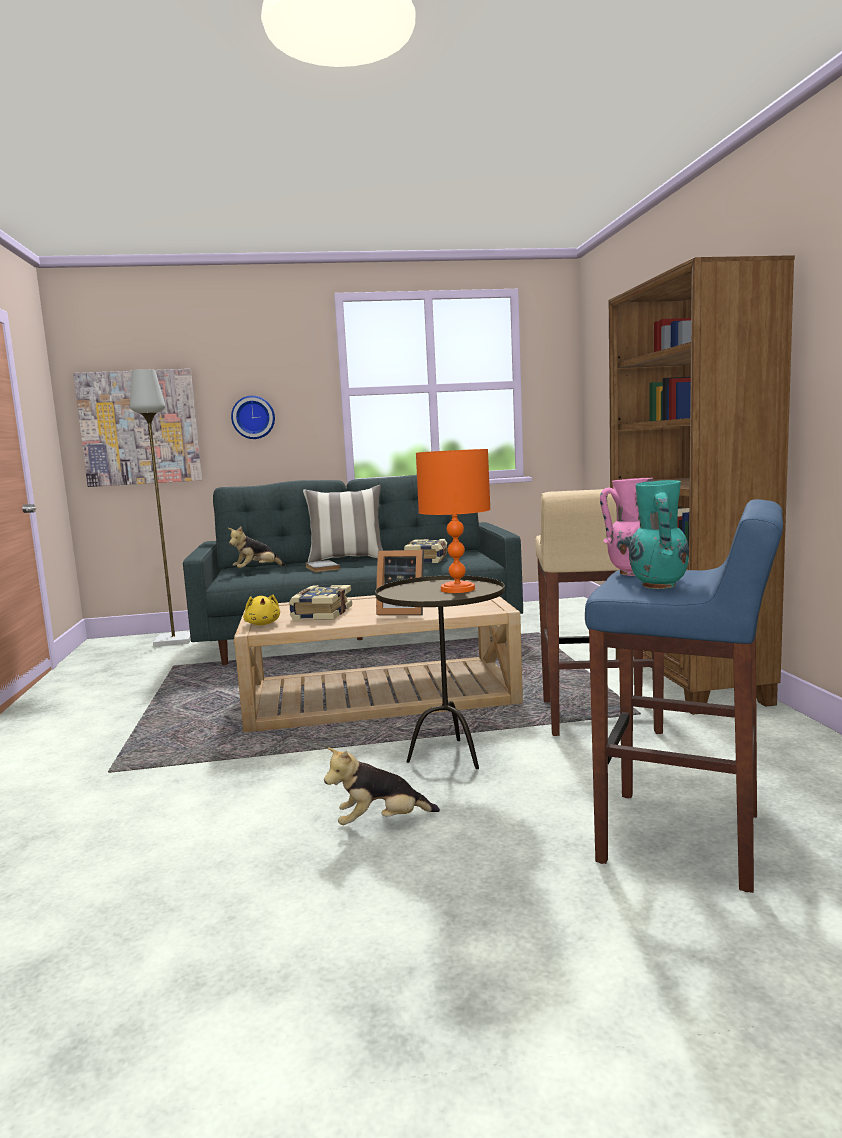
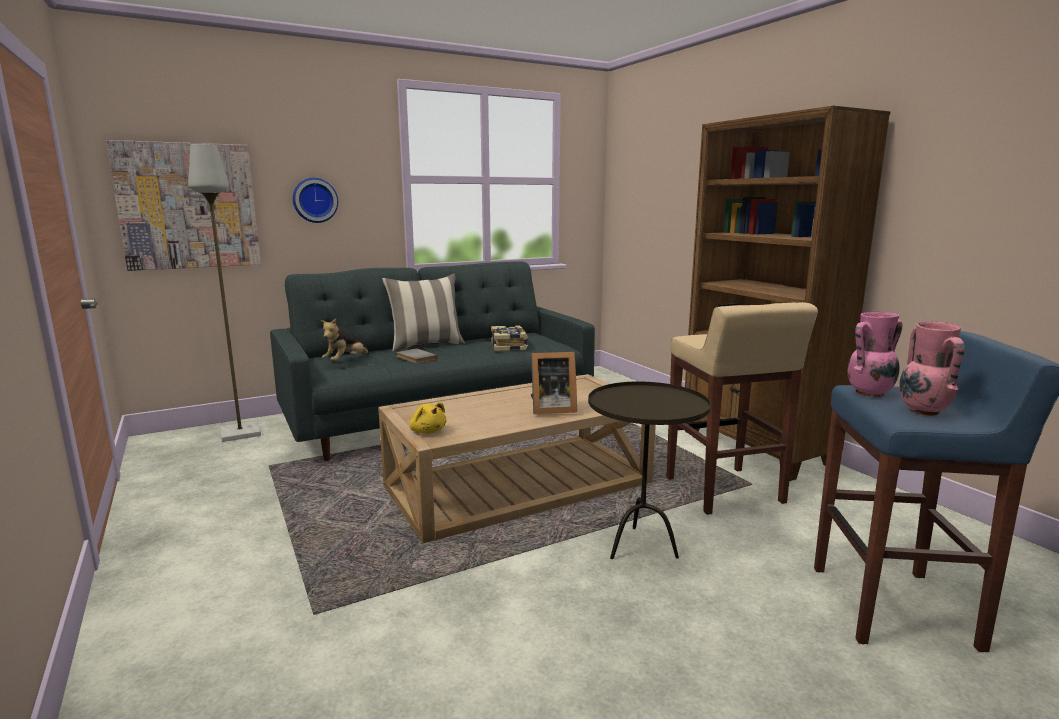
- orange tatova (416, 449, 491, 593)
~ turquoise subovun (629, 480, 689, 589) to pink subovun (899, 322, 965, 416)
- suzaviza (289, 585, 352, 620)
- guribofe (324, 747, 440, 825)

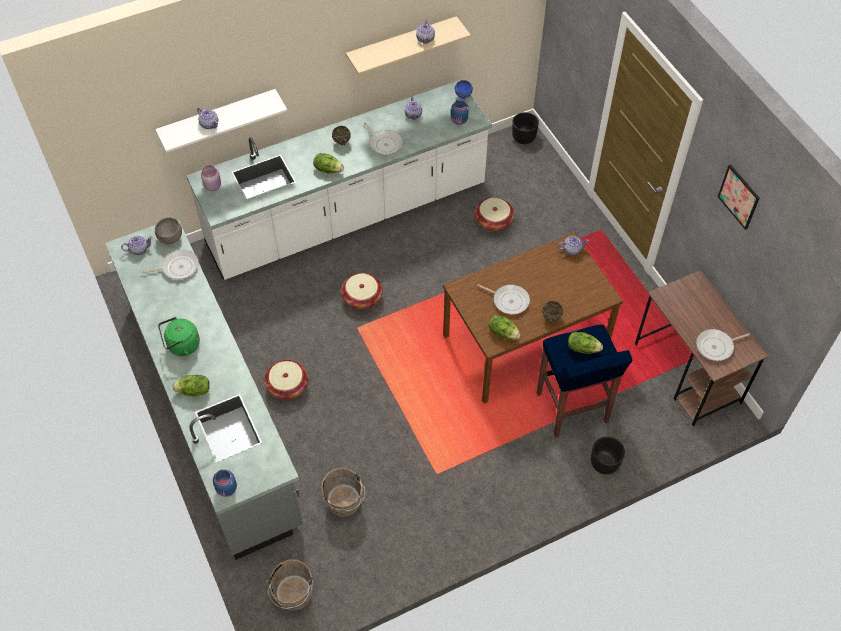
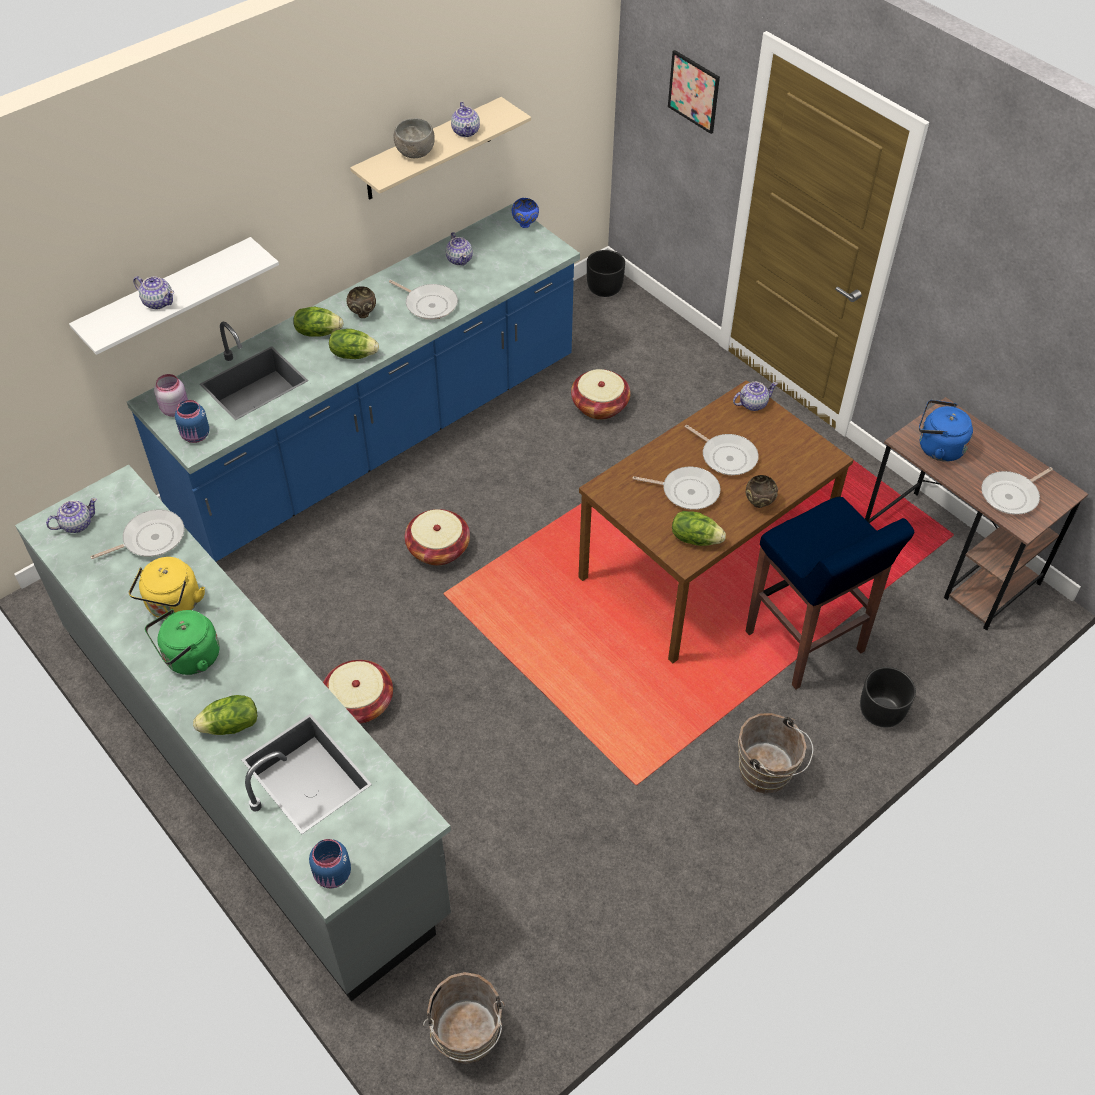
~ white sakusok (186, 80, 492, 280) to blue sakusok (127, 203, 580, 562)
~ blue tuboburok (451, 100, 469, 125) to (175, 400, 209, 443)
~ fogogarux (718, 164, 760, 230) to (668, 50, 720, 134)
~ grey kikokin (155, 217, 182, 244) to (394, 118, 435, 158)
~ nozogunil (568, 332, 603, 354) to (293, 307, 343, 337)
~ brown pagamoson (321, 468, 365, 518) to (738, 713, 813, 794)
+ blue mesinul (919, 400, 973, 462)
+ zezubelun (684, 425, 759, 475)
+ yellow mesinul (128, 557, 205, 619)

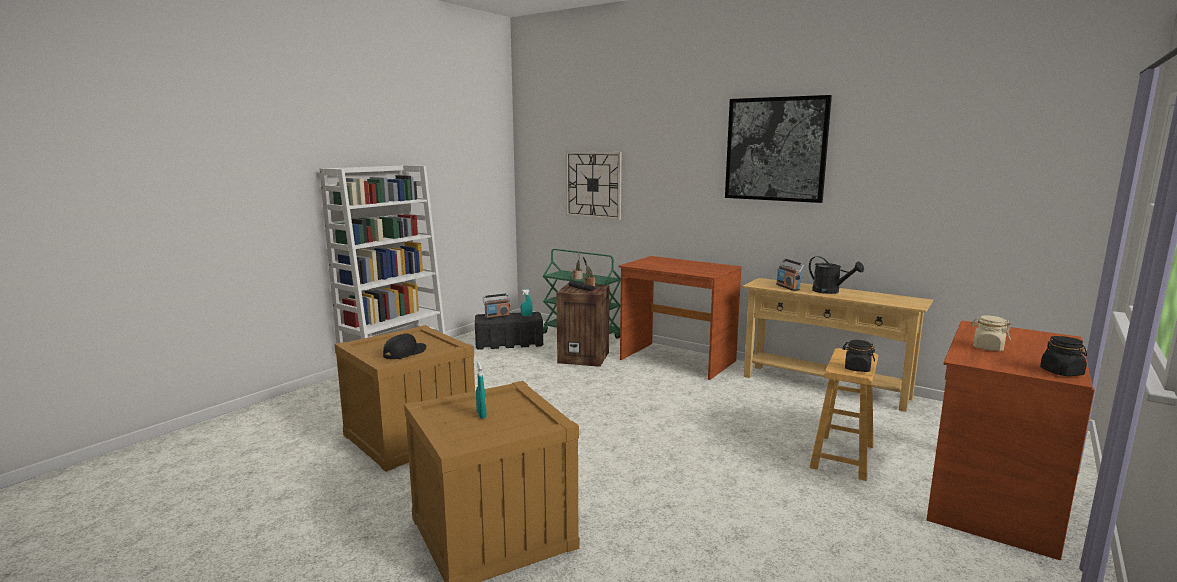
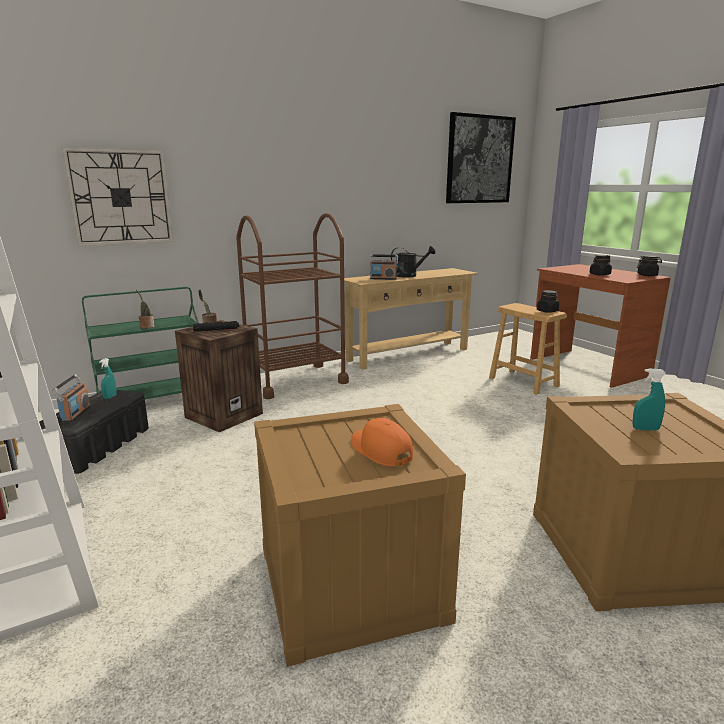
~ fogogarux (725, 95, 832, 203) to (446, 112, 516, 203)
~ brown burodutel (618, 256, 741, 380) to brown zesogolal (236, 213, 349, 399)
~ beige tuboburok (971, 315, 1011, 351) to black tuboburok (590, 255, 612, 276)
~ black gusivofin (383, 334, 426, 359) to orange gusivofin (351, 418, 413, 467)

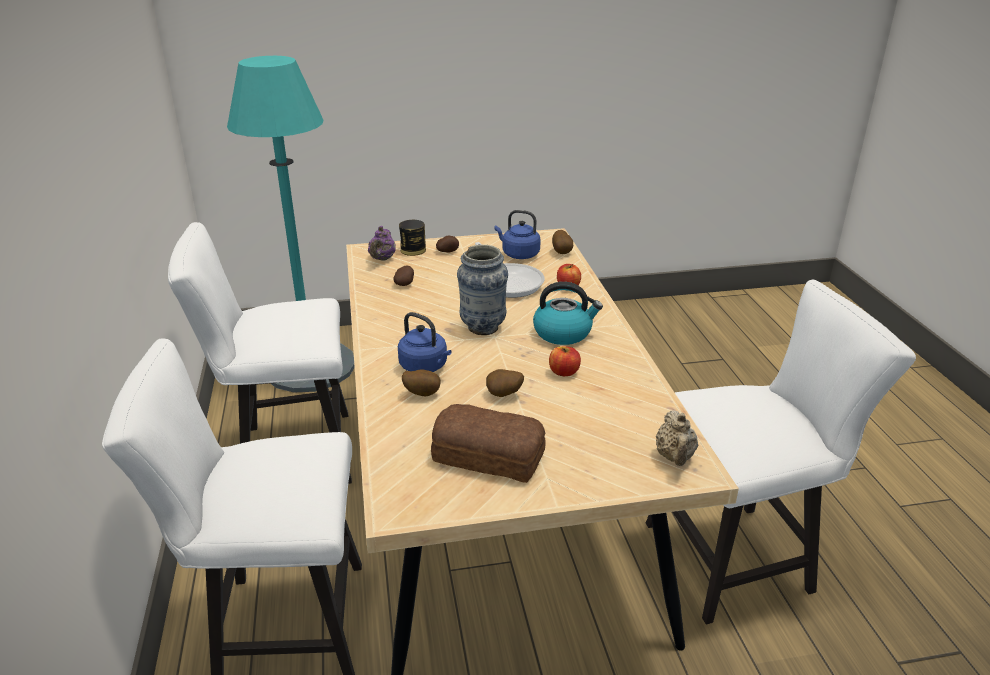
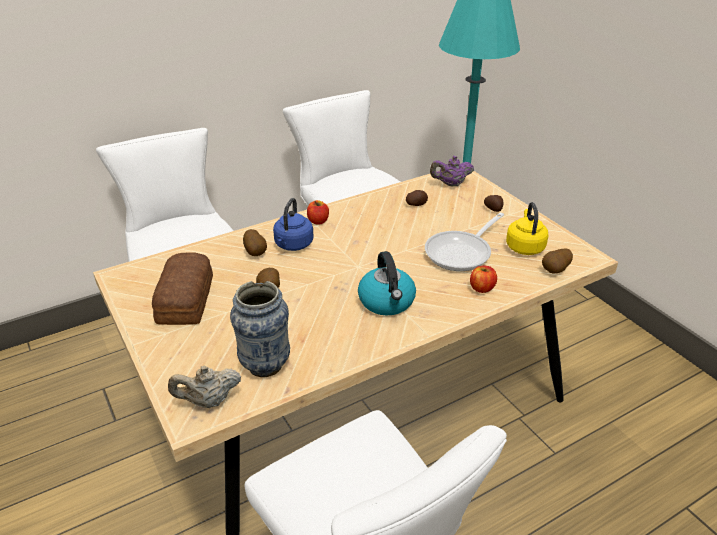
~ blue mesinul (495, 210, 541, 259) to yellow mesinul (506, 202, 548, 255)
- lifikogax (399, 220, 426, 256)
~ subovun (457, 245, 508, 335) to (230, 281, 290, 377)
~ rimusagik (549, 346, 581, 376) to (307, 200, 329, 225)

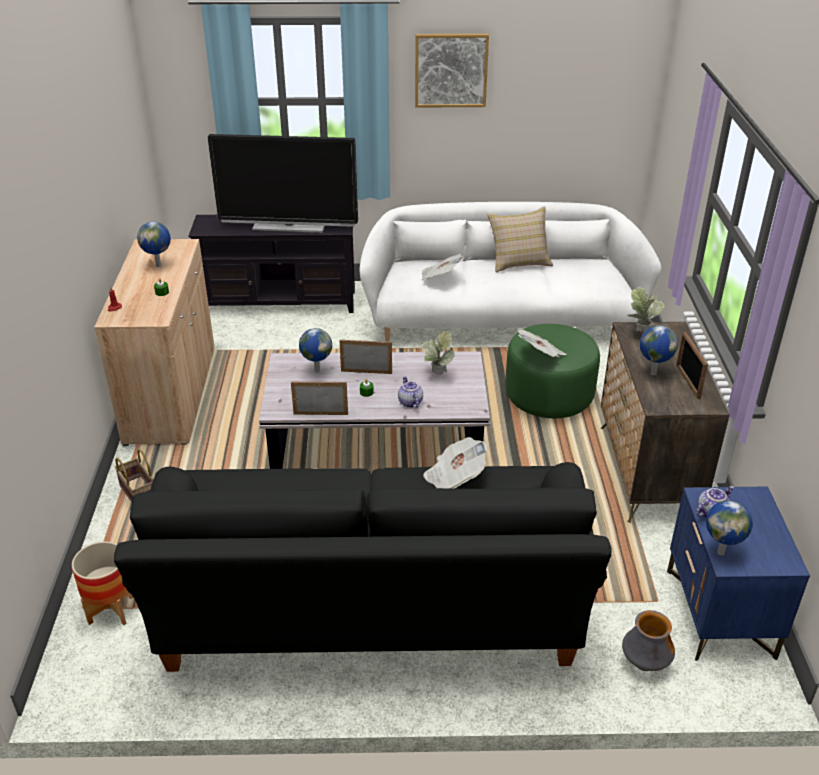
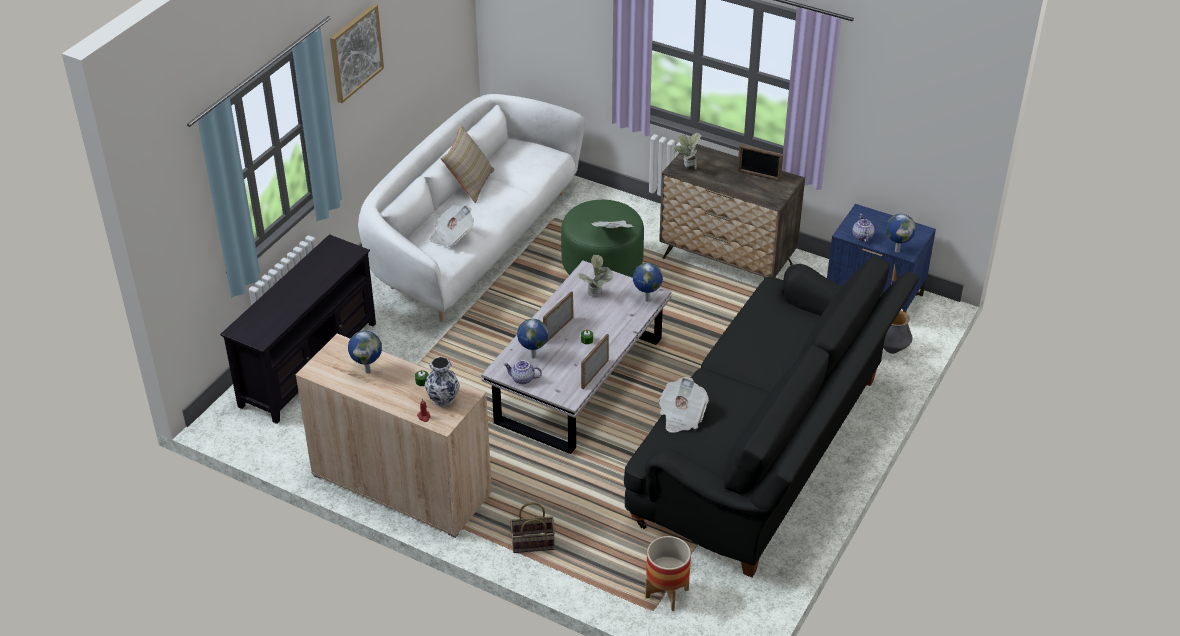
- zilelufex (208, 134, 358, 233)
~ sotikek (640, 325, 678, 375) to (633, 263, 663, 302)
~ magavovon (398, 376, 423, 408) to (503, 360, 542, 385)
~ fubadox (423, 437, 488, 489) to (658, 377, 709, 433)
+ subovun (424, 357, 460, 407)

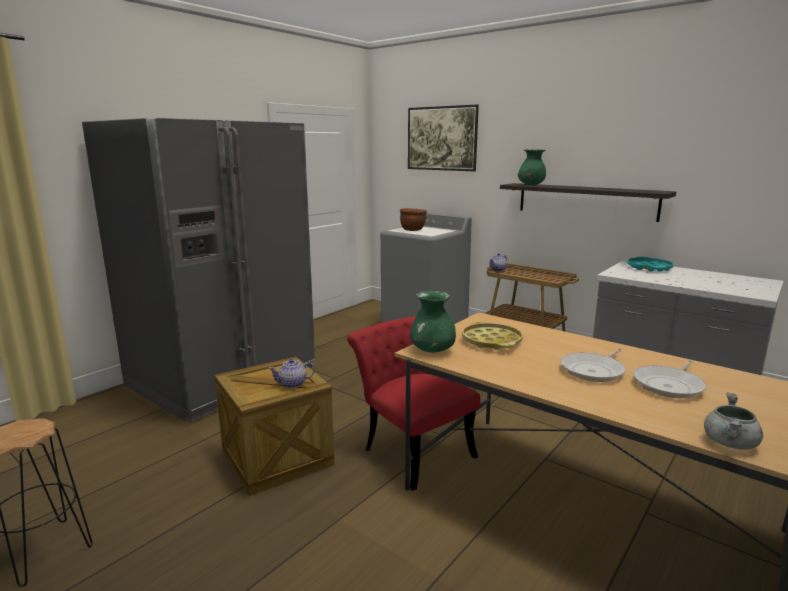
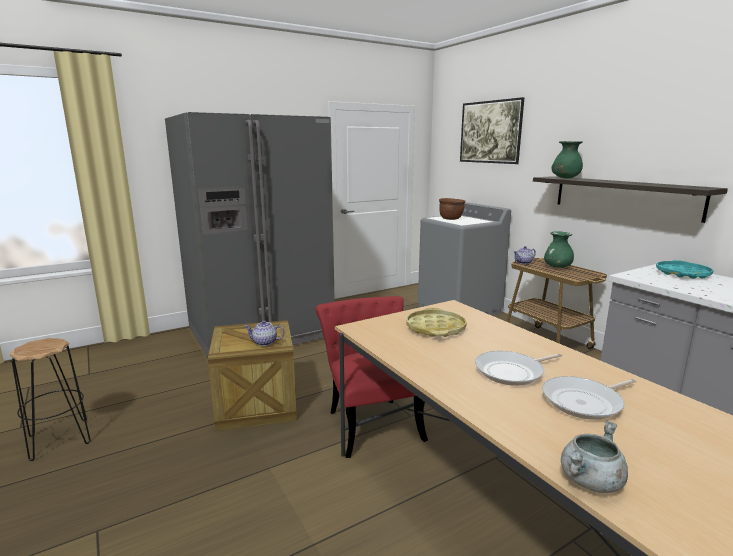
~ green subovun (410, 290, 456, 353) to (544, 231, 574, 268)

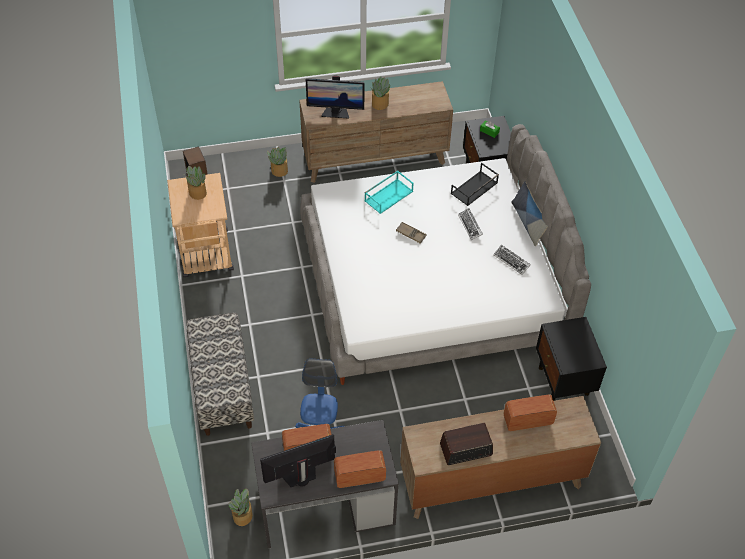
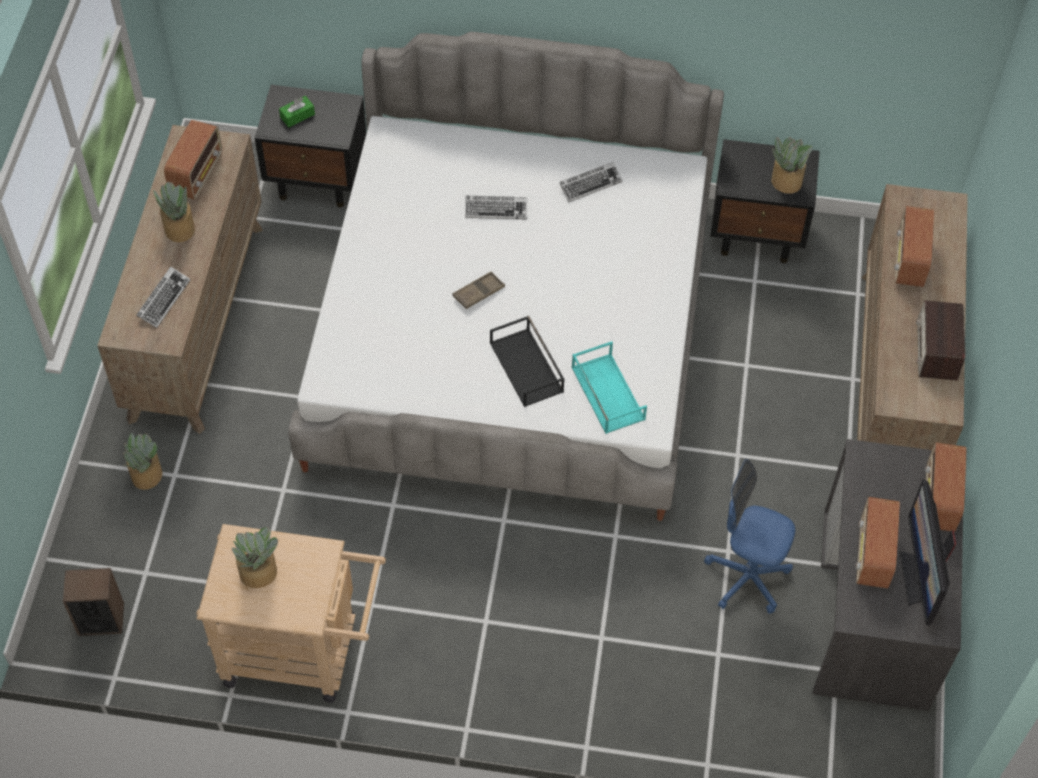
~ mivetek (306, 76, 365, 119) to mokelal (136, 266, 190, 328)
~ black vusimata (451, 163, 499, 206) to (490, 316, 565, 407)
~ turquoise vusimata (364, 171, 414, 214) to (572, 341, 647, 434)
- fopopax (511, 181, 548, 246)
- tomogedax (187, 313, 254, 436)
~ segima (228, 489, 253, 526) to (771, 137, 813, 194)
+ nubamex (164, 120, 222, 200)

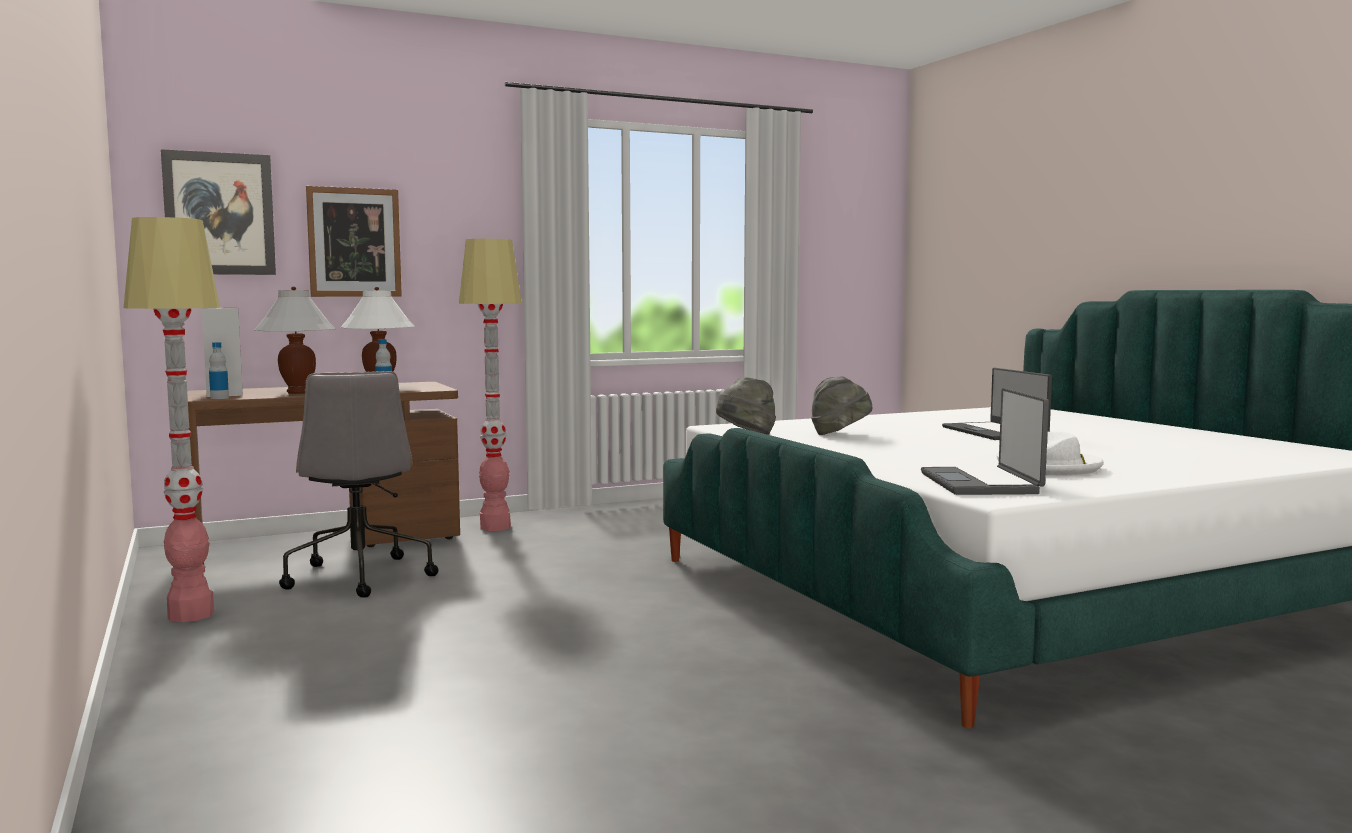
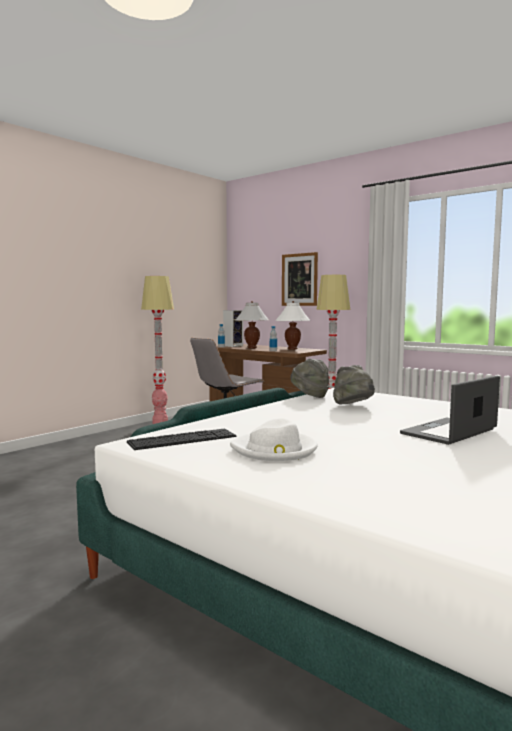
- fogogarux (161, 149, 276, 275)
~ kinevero (921, 388, 1049, 495) to mokelal (127, 429, 236, 450)

